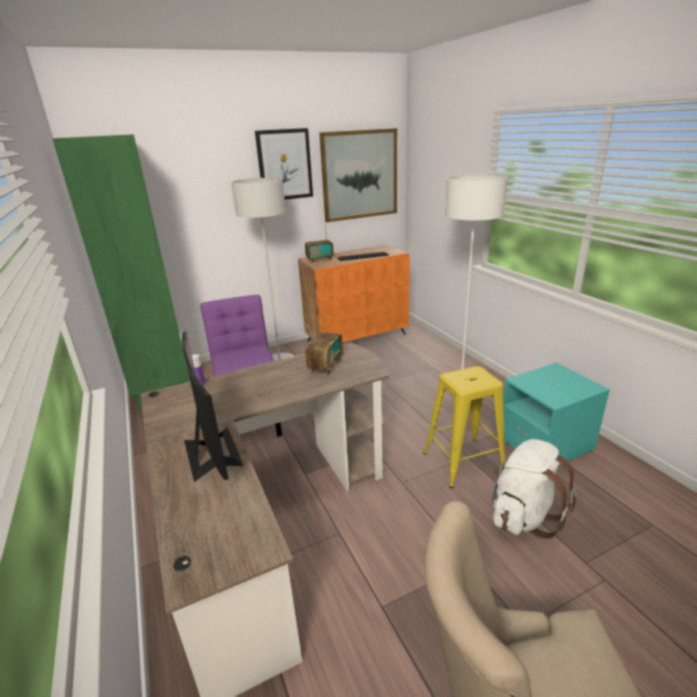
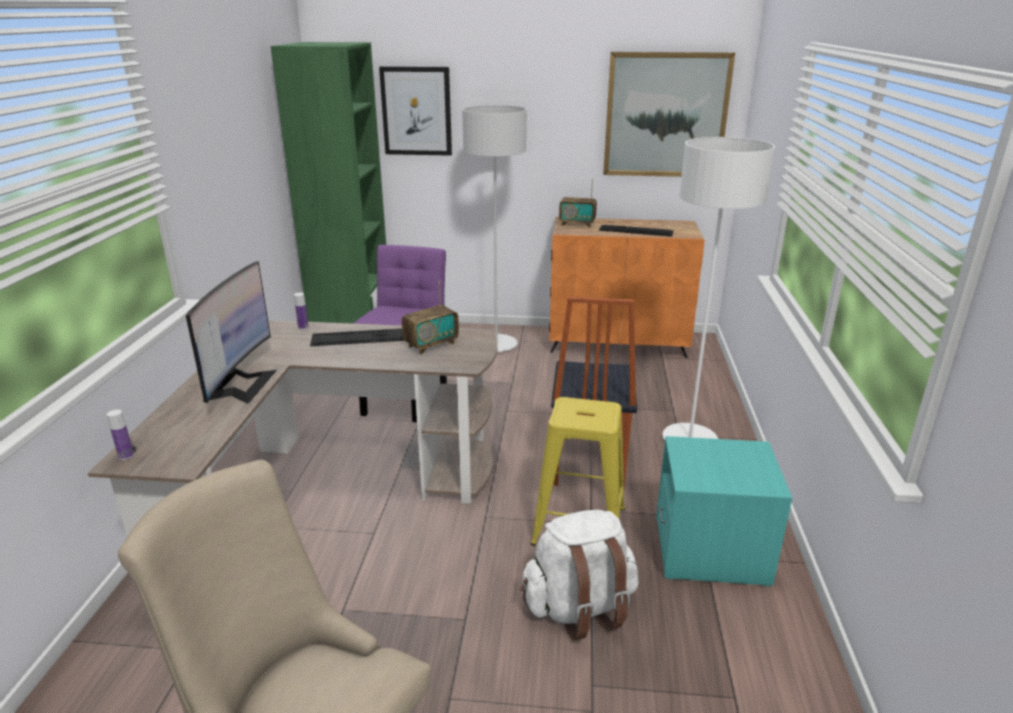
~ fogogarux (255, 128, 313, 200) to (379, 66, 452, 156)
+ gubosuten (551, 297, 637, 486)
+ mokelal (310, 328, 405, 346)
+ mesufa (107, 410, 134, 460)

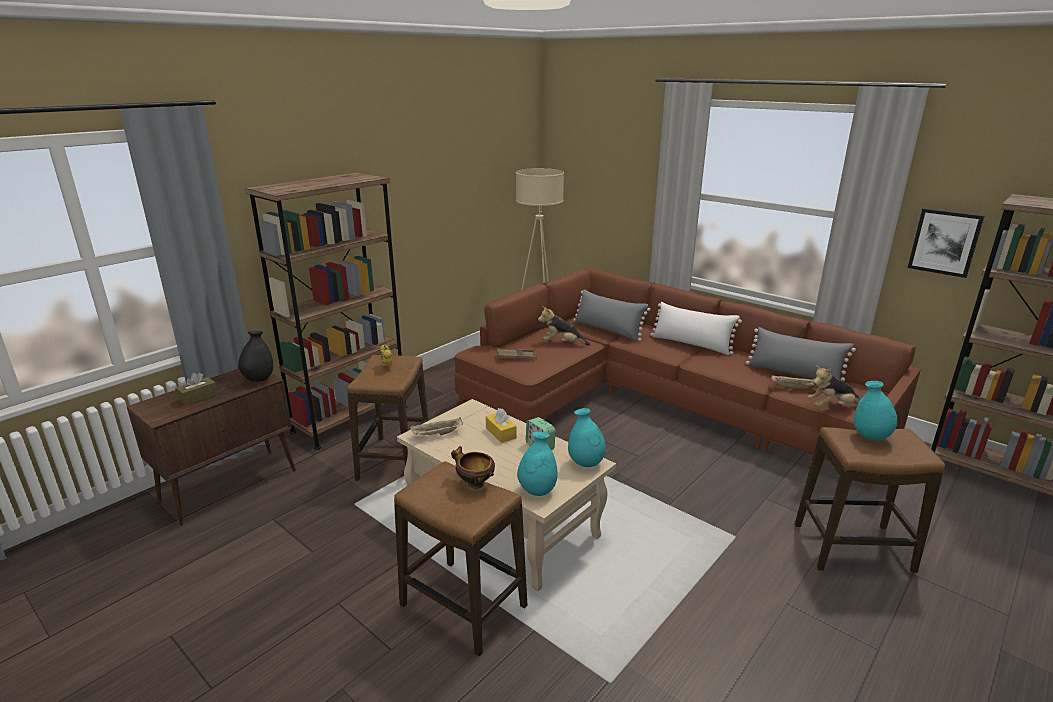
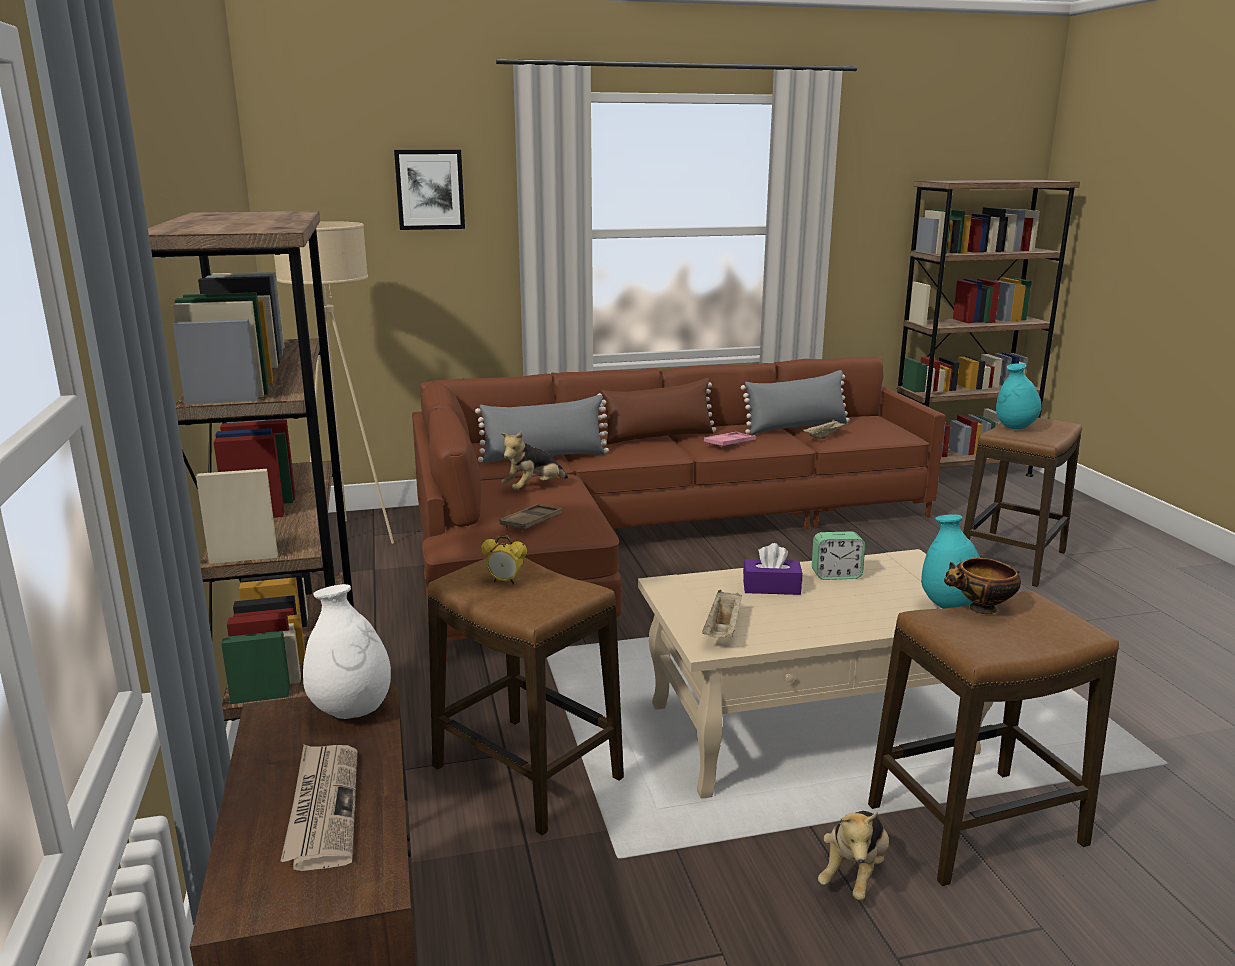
~ fogogarux (907, 208, 985, 278) to (394, 150, 465, 230)
~ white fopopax (650, 302, 742, 355) to brown fopopax (597, 378, 716, 445)
~ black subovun (238, 331, 274, 382) to white subovun (303, 584, 391, 719)
~ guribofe (808, 365, 860, 407) to (818, 811, 889, 901)
~ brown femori (175, 373, 218, 406) to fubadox (281, 744, 357, 871)
~ yellow femori (486, 408, 517, 443) to purple femori (743, 543, 802, 595)
- turquoise subovun (568, 408, 606, 467)
+ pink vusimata (704, 432, 756, 448)

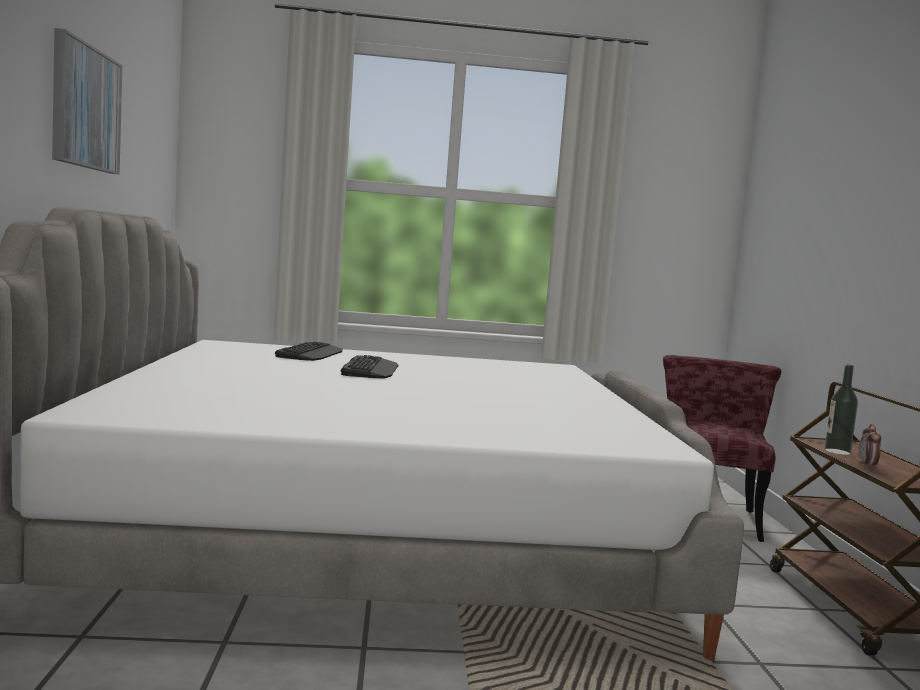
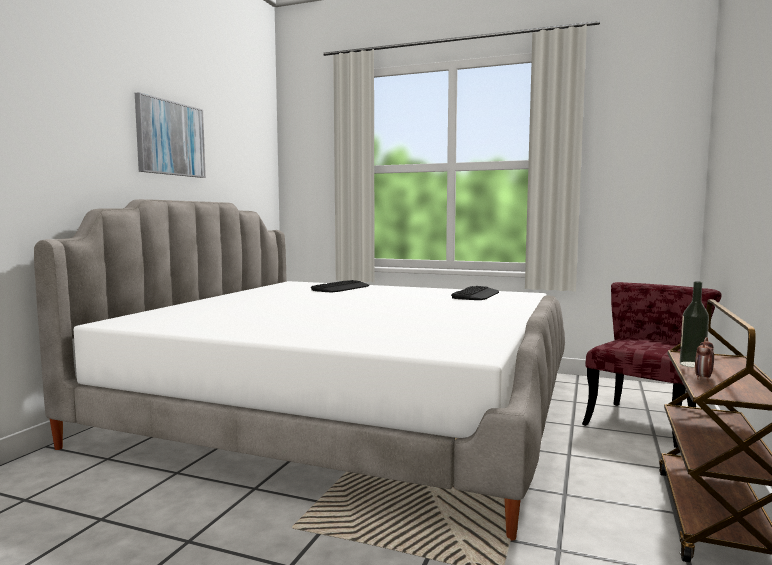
~ mokelal (341, 355, 399, 379) to (451, 286, 499, 300)

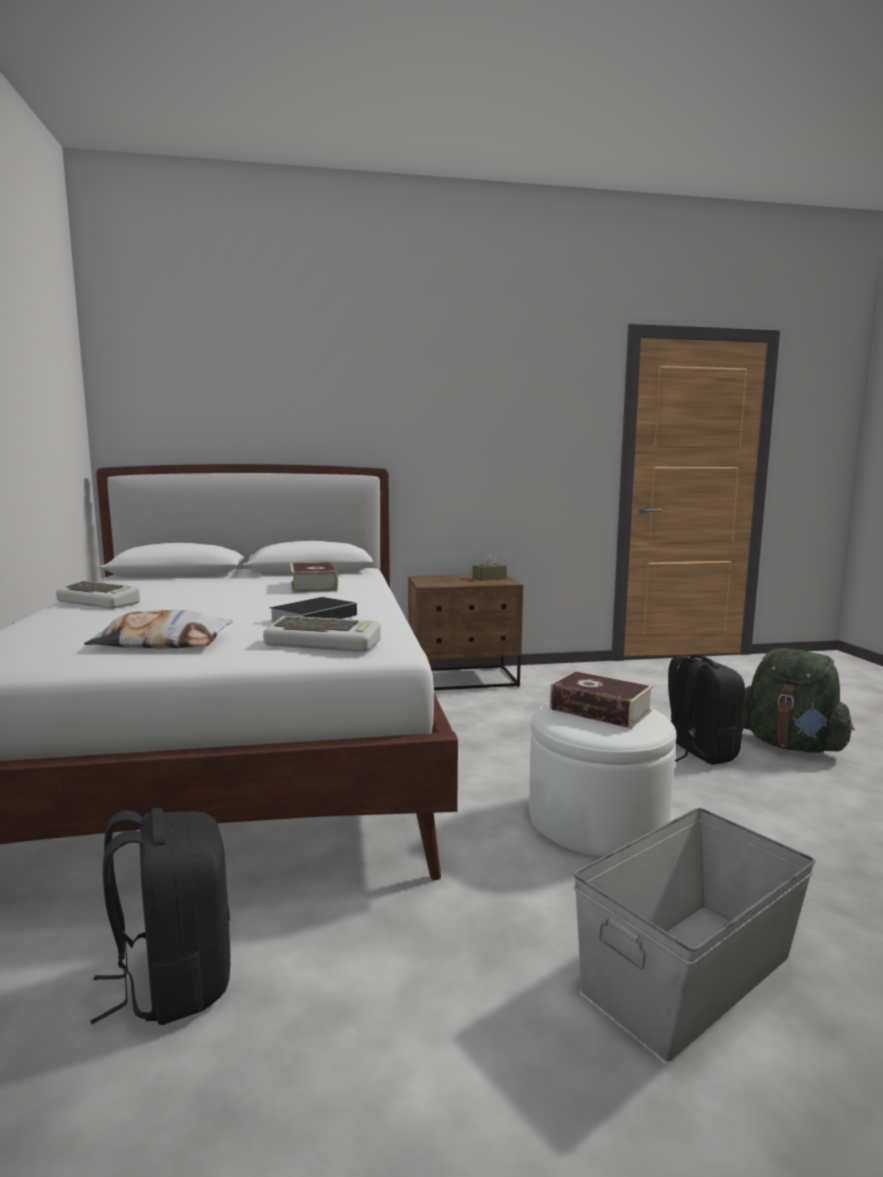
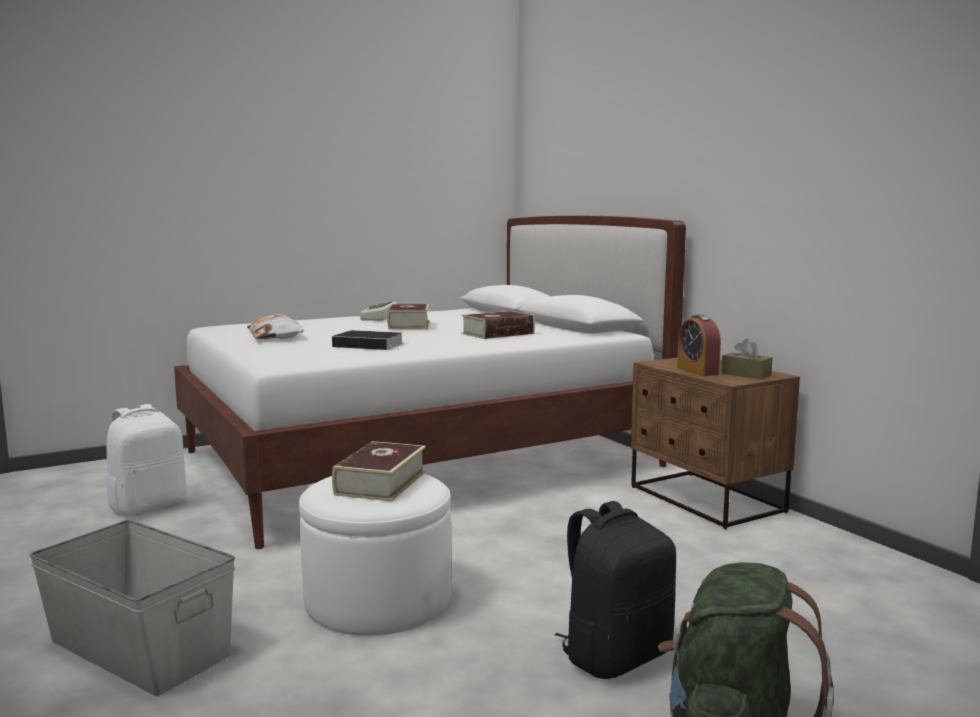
- mokelal (263, 616, 381, 652)
~ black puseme (90, 808, 231, 1025) to white puseme (107, 404, 187, 515)
+ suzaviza (387, 304, 429, 329)
+ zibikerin (677, 315, 721, 376)

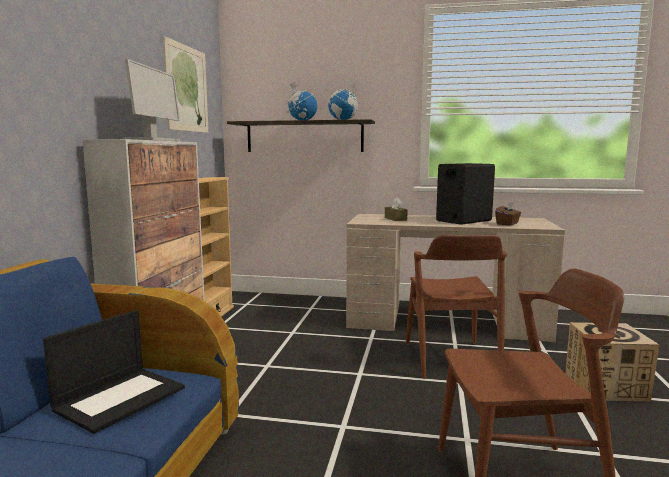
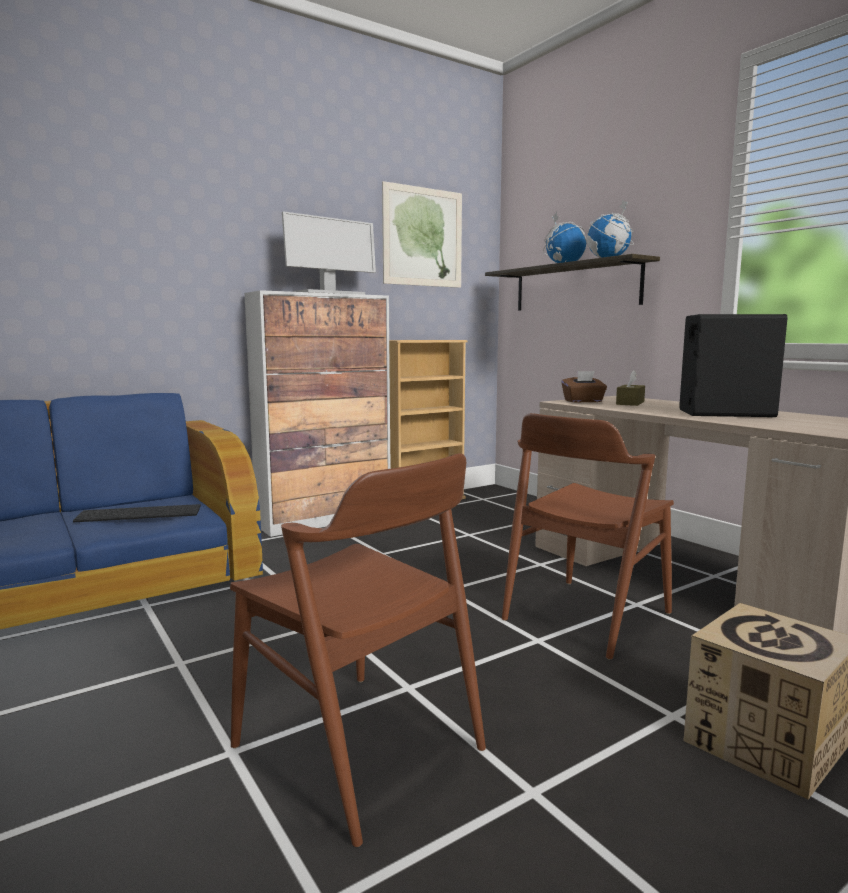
~ brown femori (495, 202, 521, 226) to (561, 371, 607, 403)
~ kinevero (43, 310, 185, 434) to mokelal (73, 504, 201, 522)

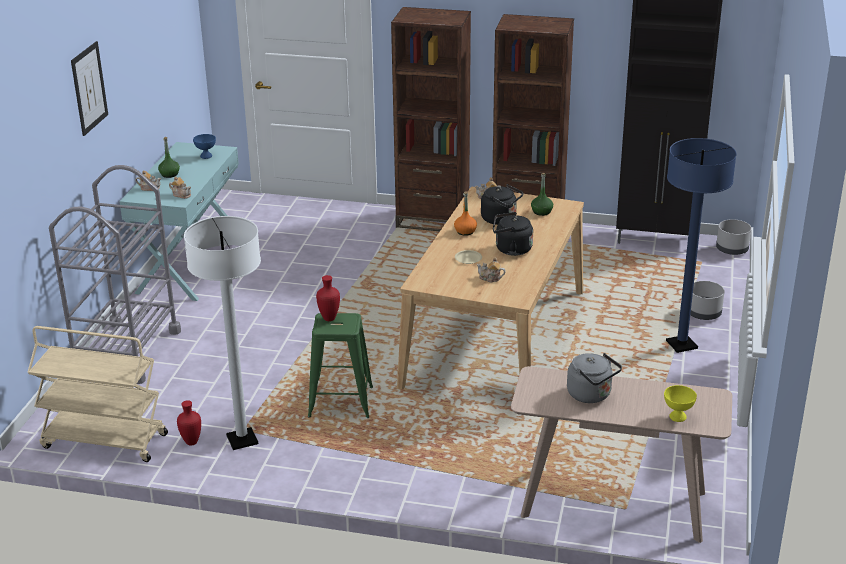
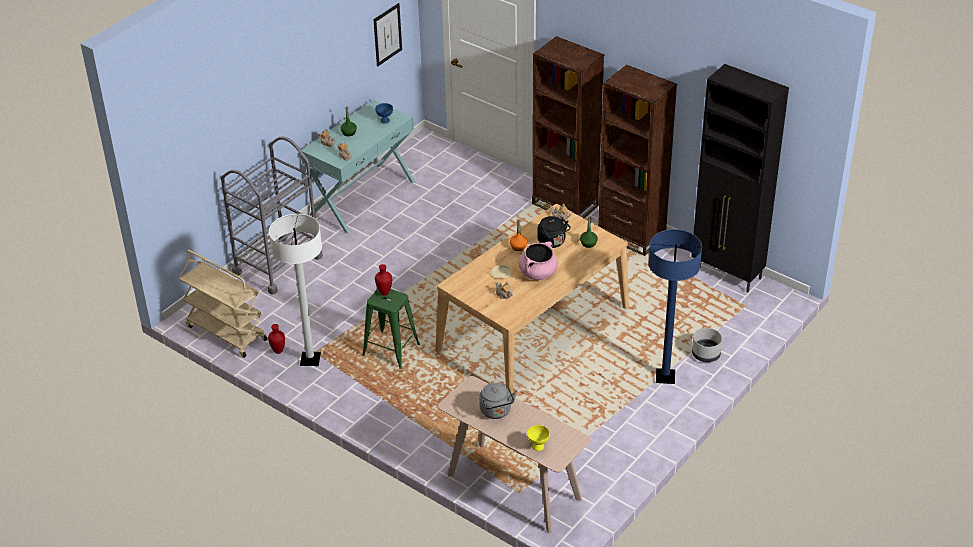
~ fogogarux (71, 41, 108, 136) to (373, 3, 402, 67)
~ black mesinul (493, 212, 533, 256) to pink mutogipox (518, 242, 558, 280)
- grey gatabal (716, 219, 752, 255)

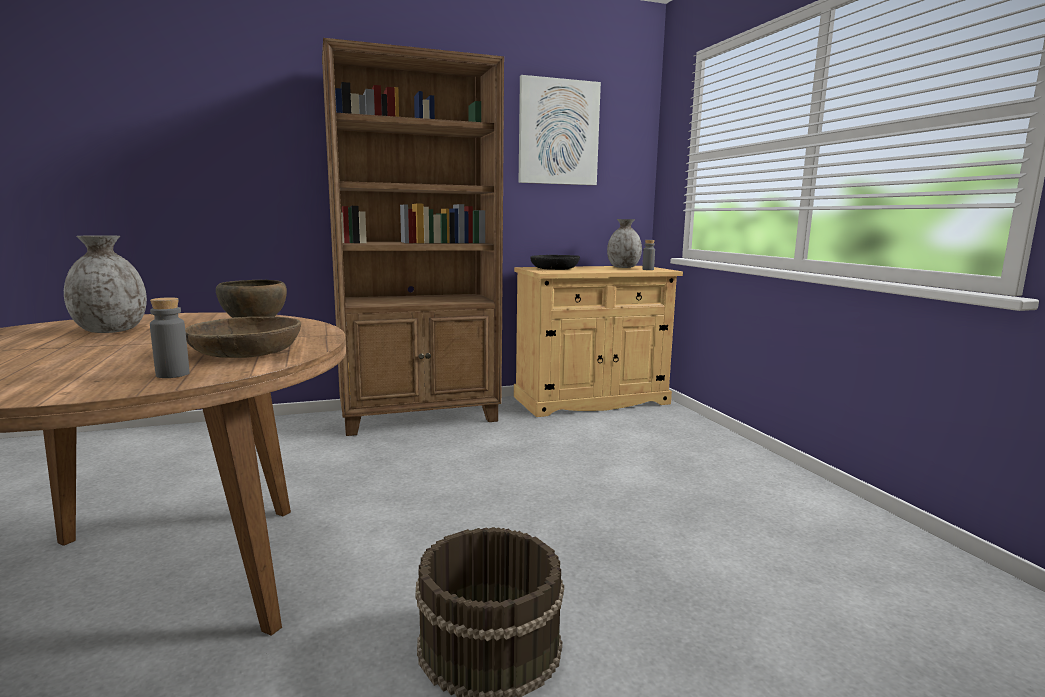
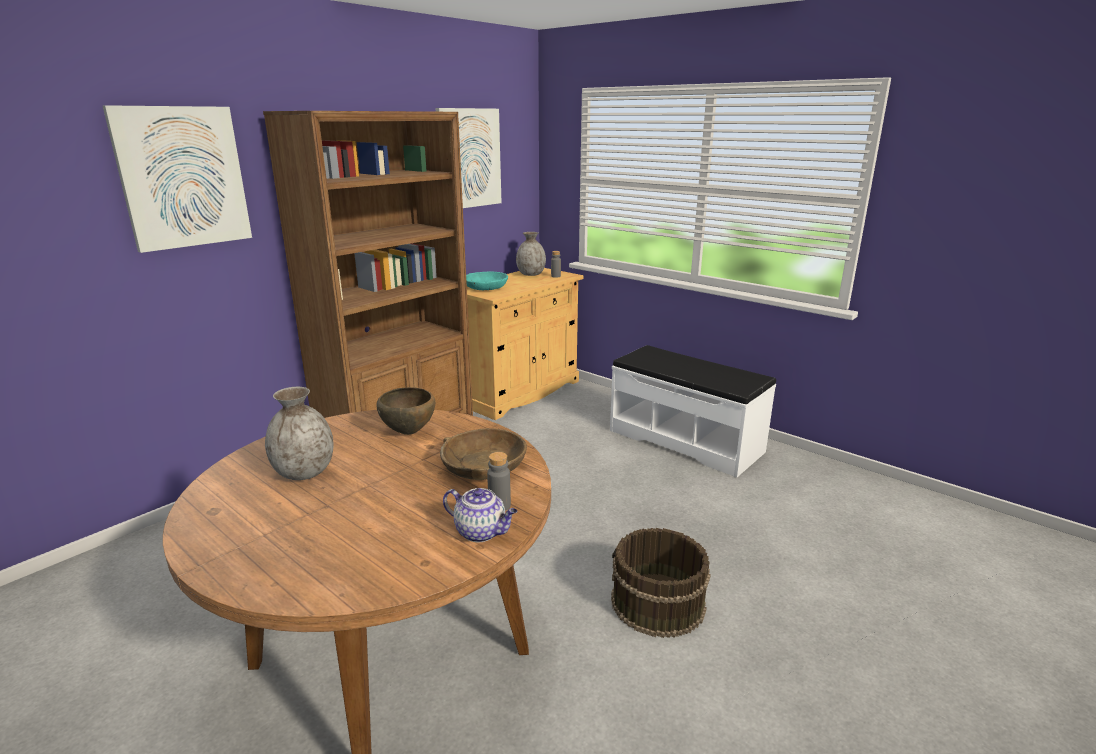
~ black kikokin (530, 255, 580, 270) to turquoise kikokin (466, 272, 508, 290)
+ fogogarux (103, 105, 252, 253)
+ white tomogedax (610, 345, 776, 478)
+ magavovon (443, 488, 517, 542)

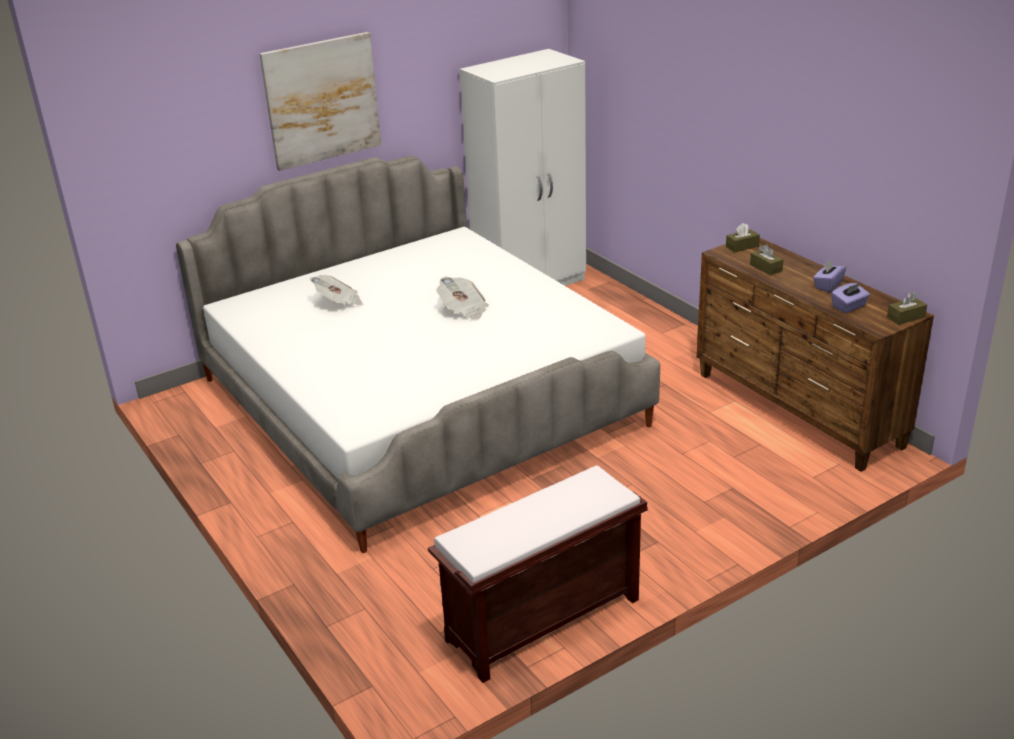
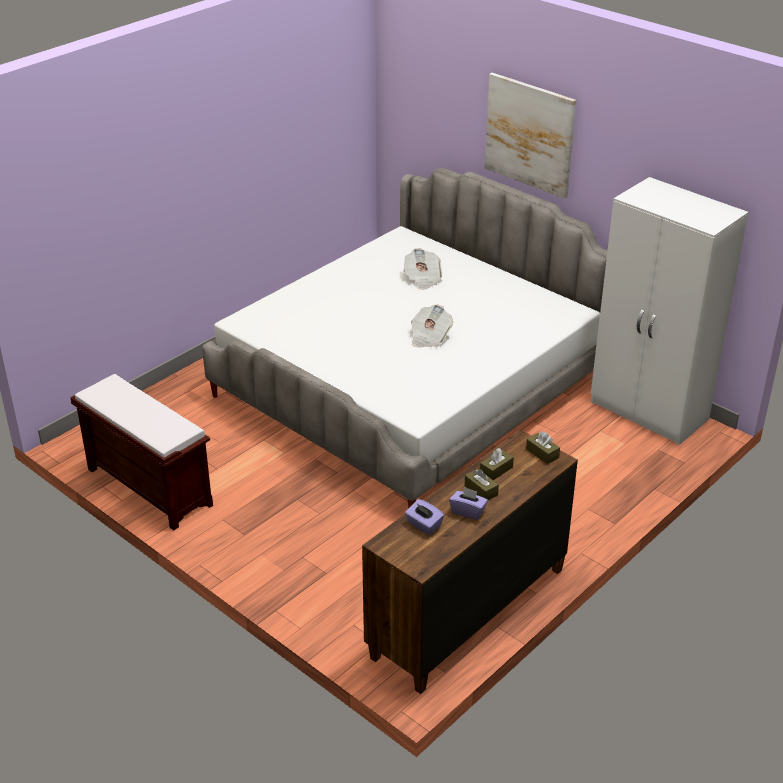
~ brown femori (887, 292, 927, 325) to (465, 469, 499, 500)

